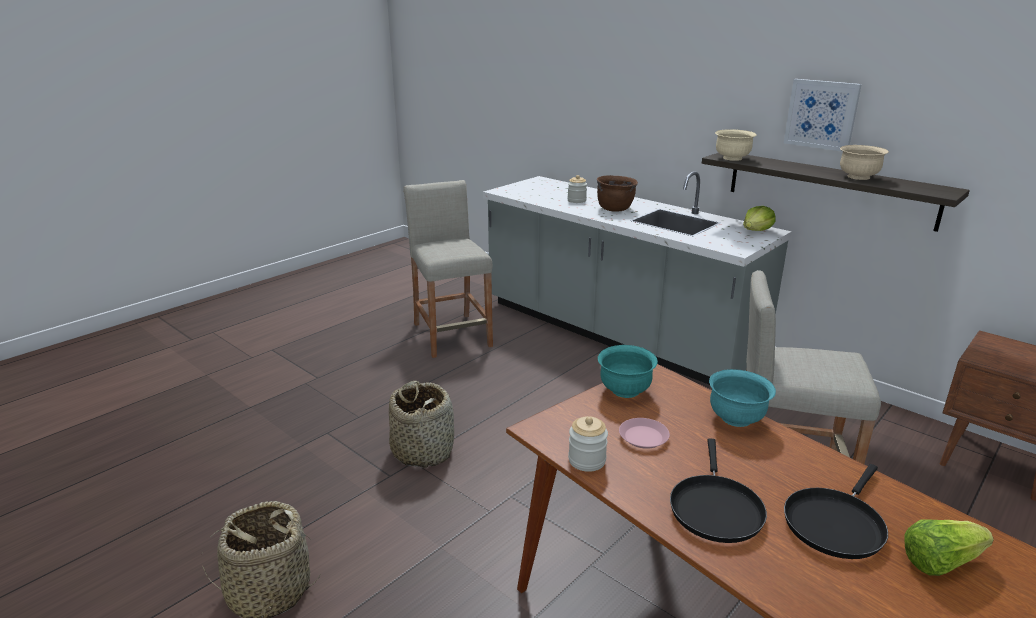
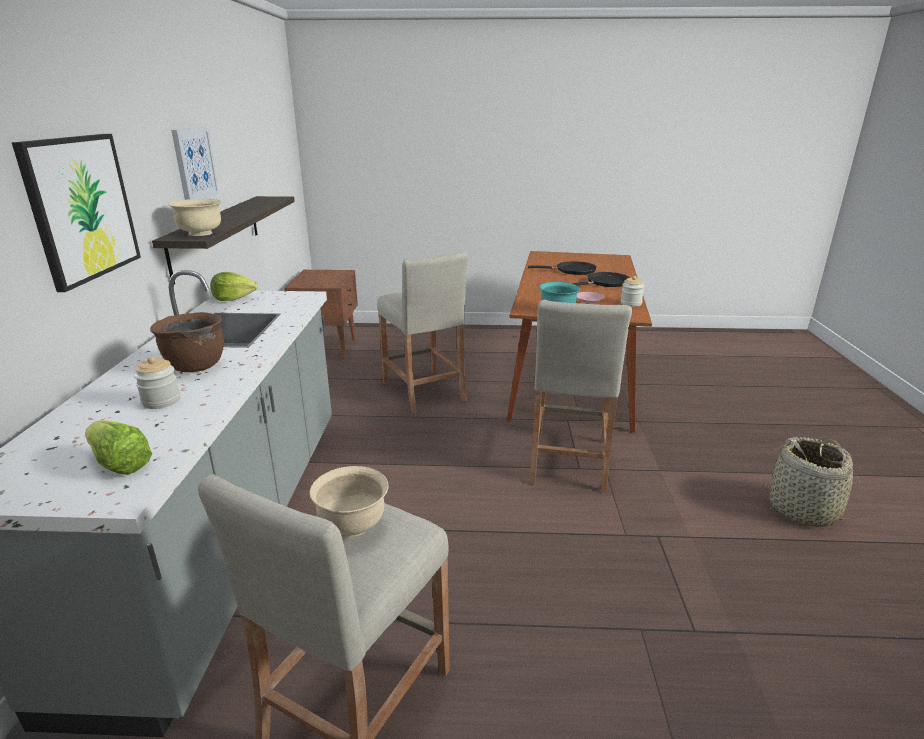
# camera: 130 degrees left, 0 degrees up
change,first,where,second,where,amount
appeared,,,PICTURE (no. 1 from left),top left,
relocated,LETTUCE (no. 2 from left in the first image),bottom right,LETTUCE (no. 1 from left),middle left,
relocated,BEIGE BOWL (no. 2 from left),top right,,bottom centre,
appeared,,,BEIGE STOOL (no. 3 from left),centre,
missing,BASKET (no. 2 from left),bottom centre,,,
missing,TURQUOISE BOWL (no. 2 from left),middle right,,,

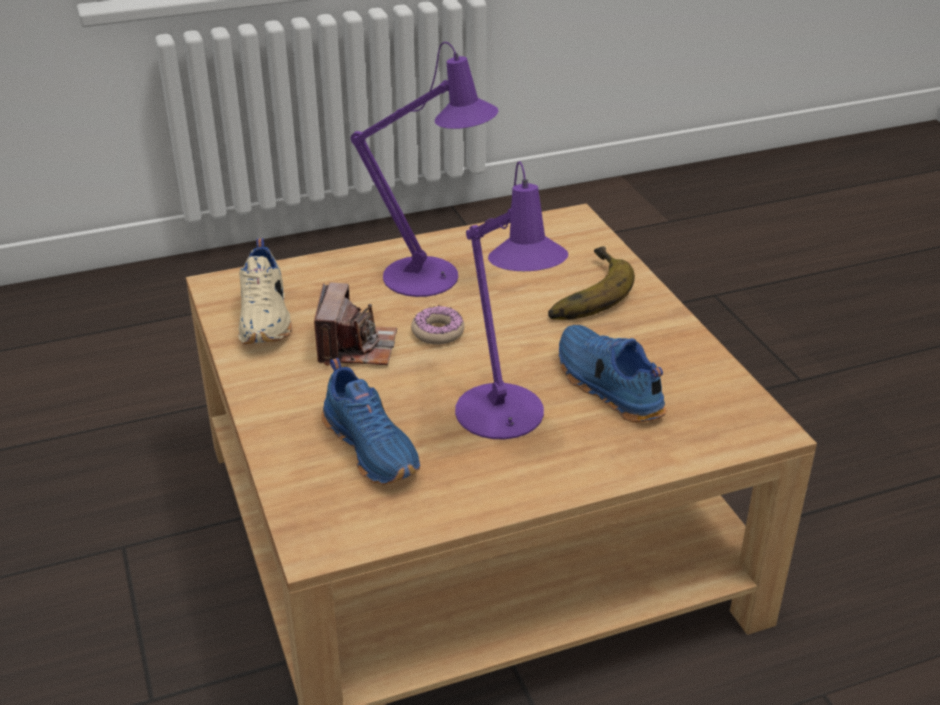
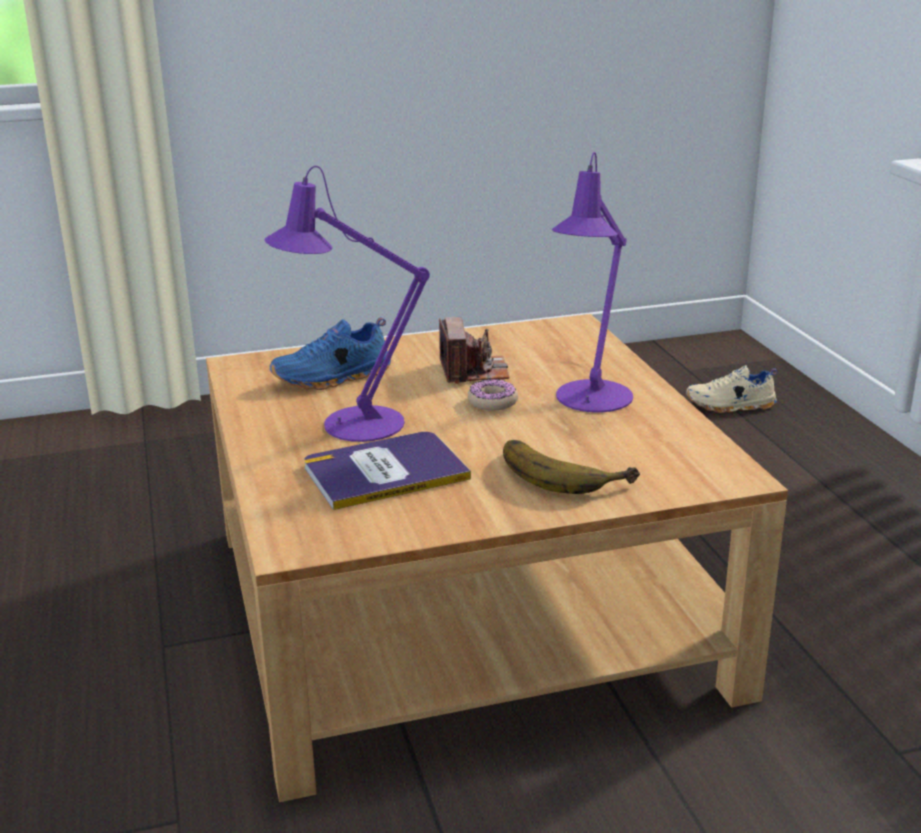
# camera: 95 degrees right, 10 degrees down
change,first,where,second,where,amount
exchanged,BLUE SHOE (no. 2 from left),centre,BOOK,centre,
spun,PHOTO CAMERA,centre,,centre,105 degrees counterclockwise
relocated,BEIGE SHOE,middle left,,middle right,

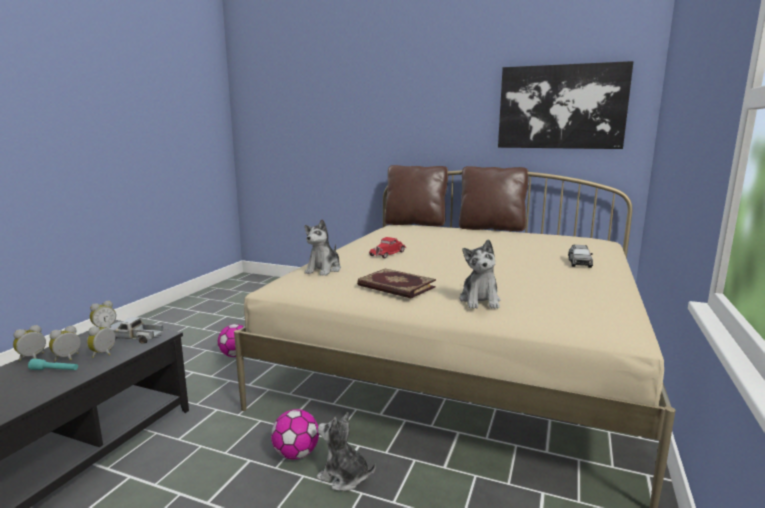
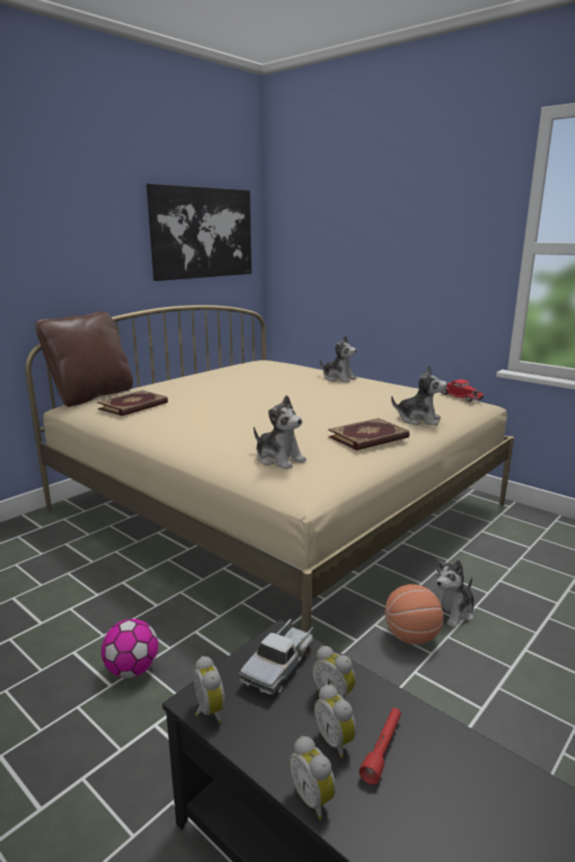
# camera: 70 degrees left, 5 degrees up
change,first,where,second,where,amount
appeared,,,BOOK (no. 1 from left),middle left,
exchanged,GREY TOY CAR,middle right,PLUSH TOY (no. 2 from left),centre,
colour,TURQUOISE FLASHLIGHT,bottom left,RED FLASHLIGHT,bottom centre,
exchanged,FOOTBALL (no. 2 from left),bottom centre,BASKETBALL,bottom right,
relocated,RED TOY CAR,centre,,middle right,
missing,BROWN PILLOW (no. 2 from left),centre,,,

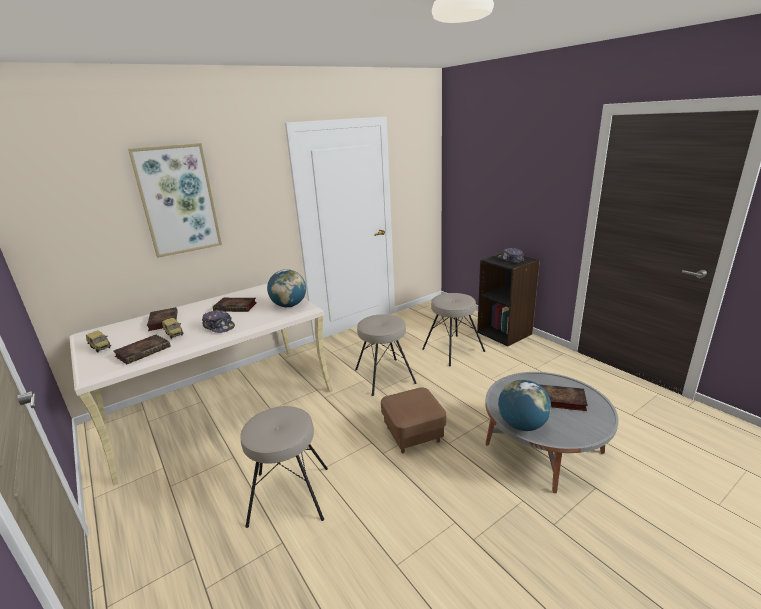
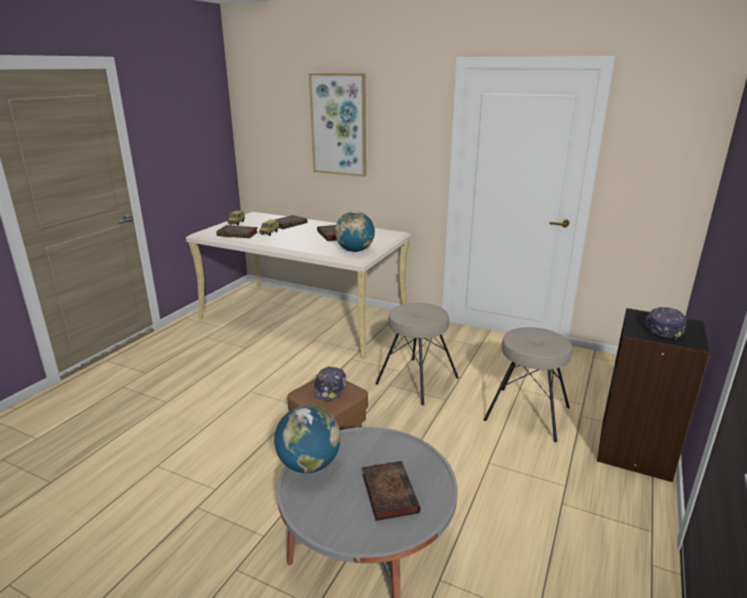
# camera: 60 degrees right, 0 degrees up
change,first,where,second,where,amount
relocated,CAP (no. 1 from left),middle left,,centre,
missing,BEIGE STOOL (no. 1 from left),bottom centre,,,

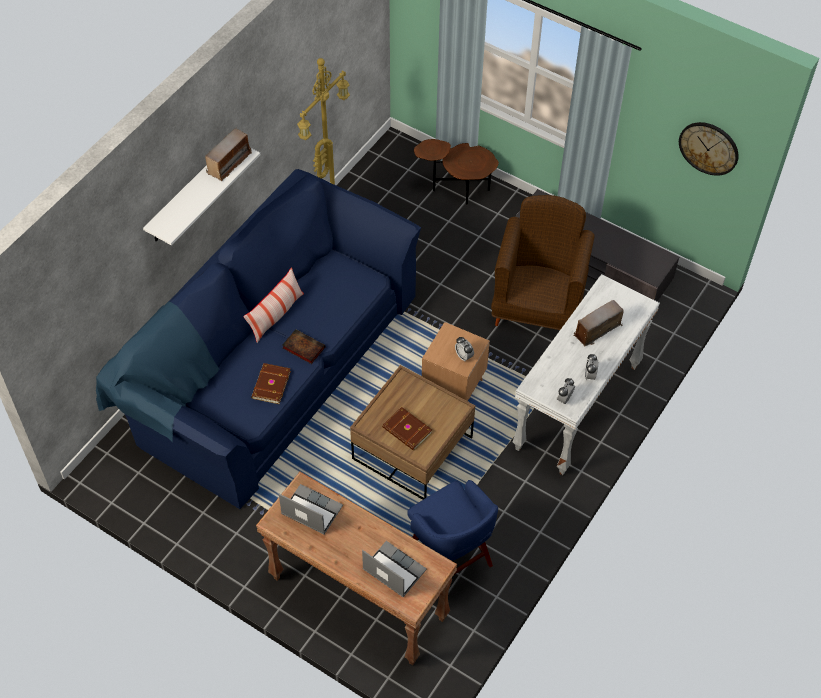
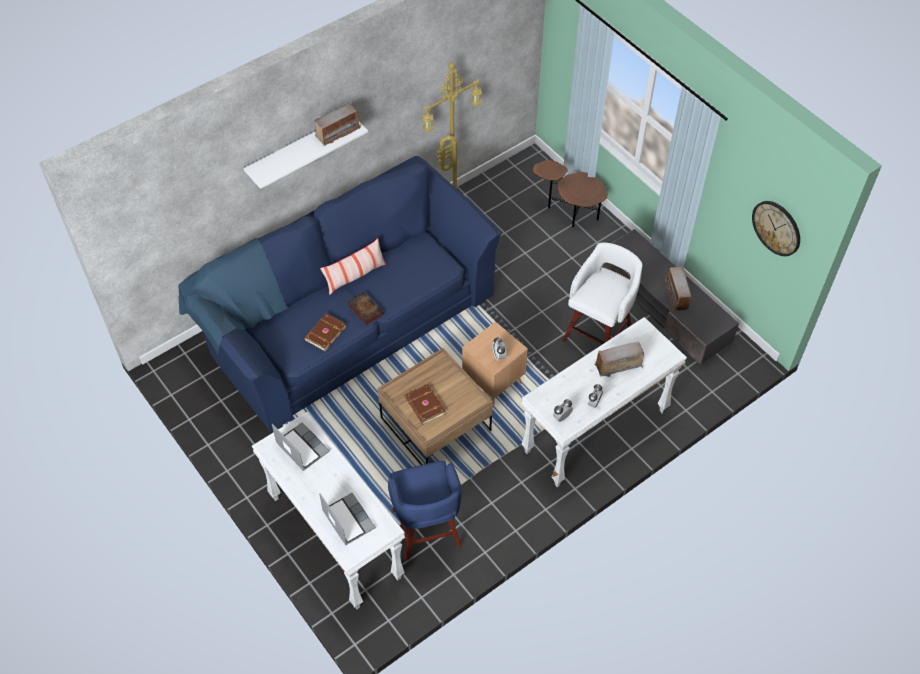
# camera: 20 degrees right, 0 degrees up
change,first,where,second,where,amount
colour,BROWN CONSOLE TABLE,bottom centre,WHITE CONSOLE TABLE (no. 1 from left),bottom centre,
exchanged,BROWN ARMCHAIR,centre,WHITE STOOL,centre,
appeared,,,RADIO (no. 3 from left),middle right,

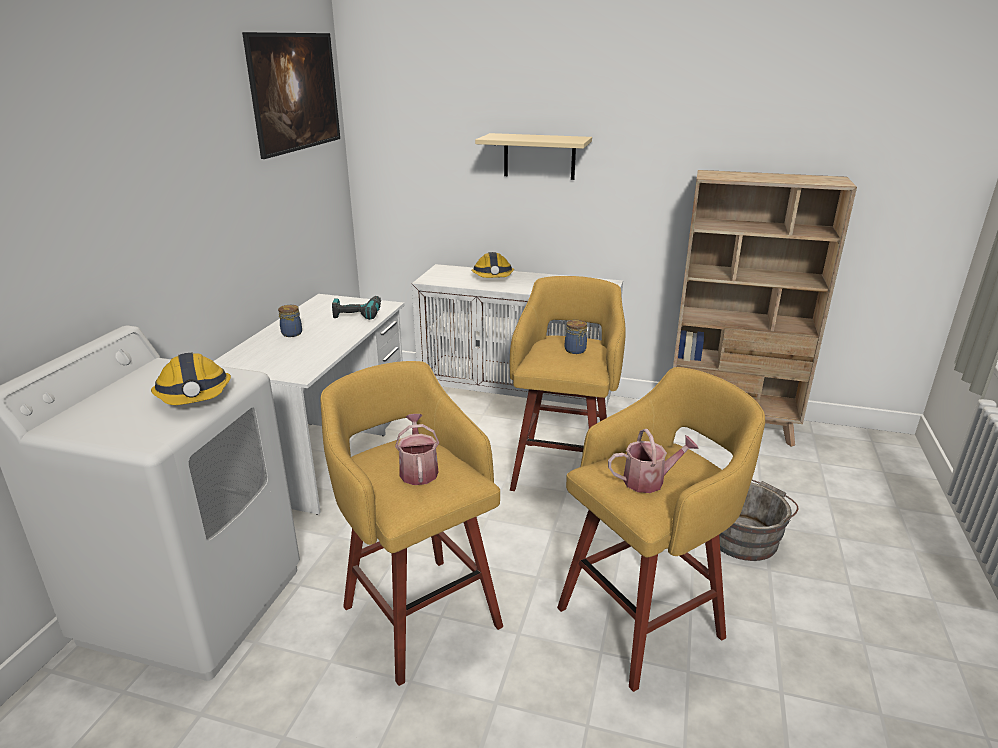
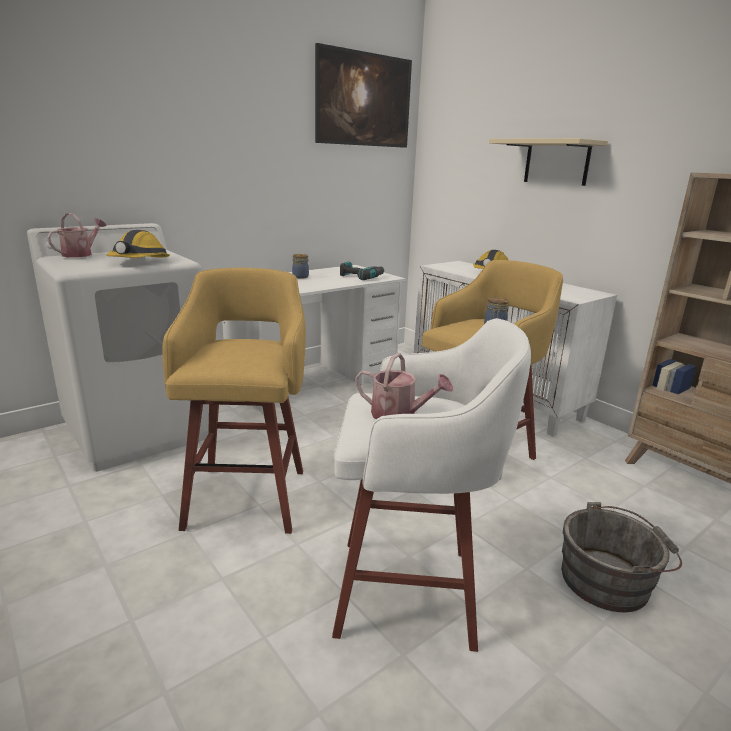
# camera: 35 degrees right, 5 degrees down
change,first,where,second,where,amount
relocated,WATERING CAN (no. 1 from left),centre,,top left,
colour,YELLOW STOOL (no. 3 from left),bottom centre,WHITE STOOL,centre,

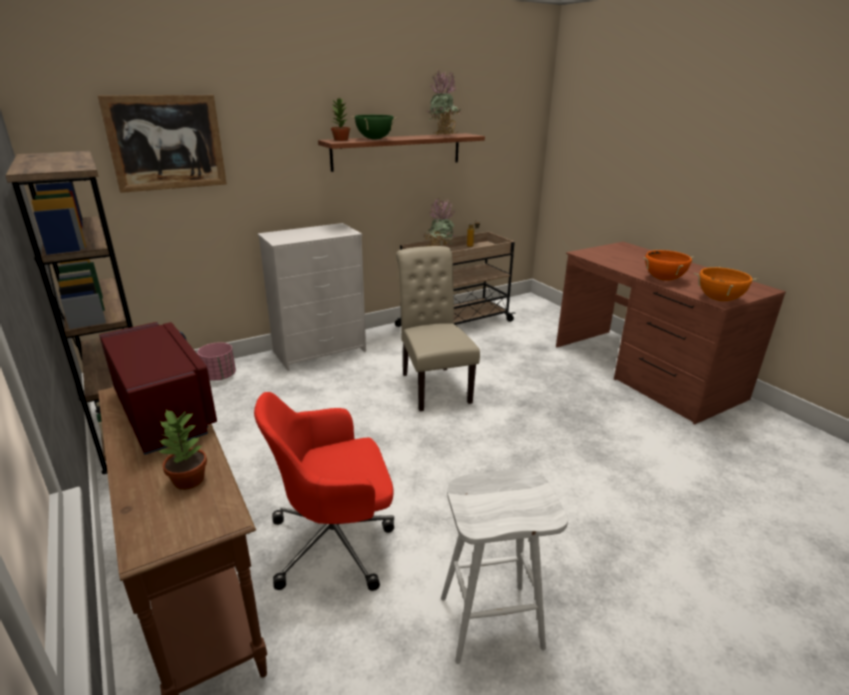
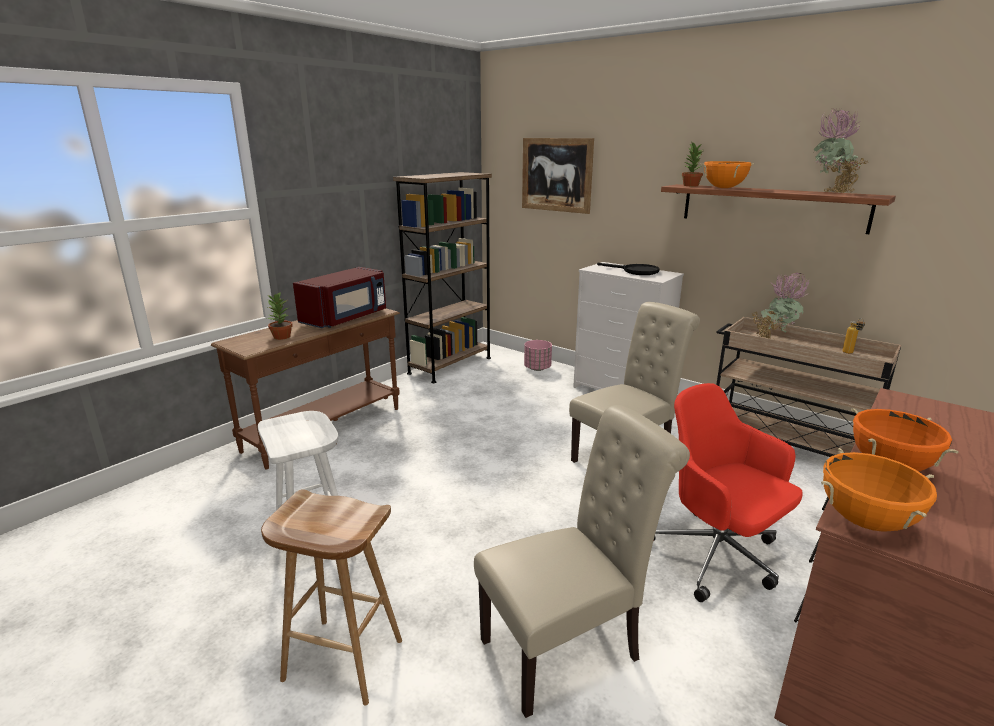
# camera: 70 degrees right, 5 degrees down
change,first,where,second,where,amount
appeared,,,BROWN STOOL,bottom left,
appeared,,,BEIGE CHAIR (no. 1 from left),bottom centre,
appeared,,,BLACK FRYING PAN,centre,
relocated,RED OFFICE CHAIR,bottom centre,,bottom right,
colour,GREEN COOKING POT,top centre,ORANGE COOKING POT (no. 1 from left),top right,

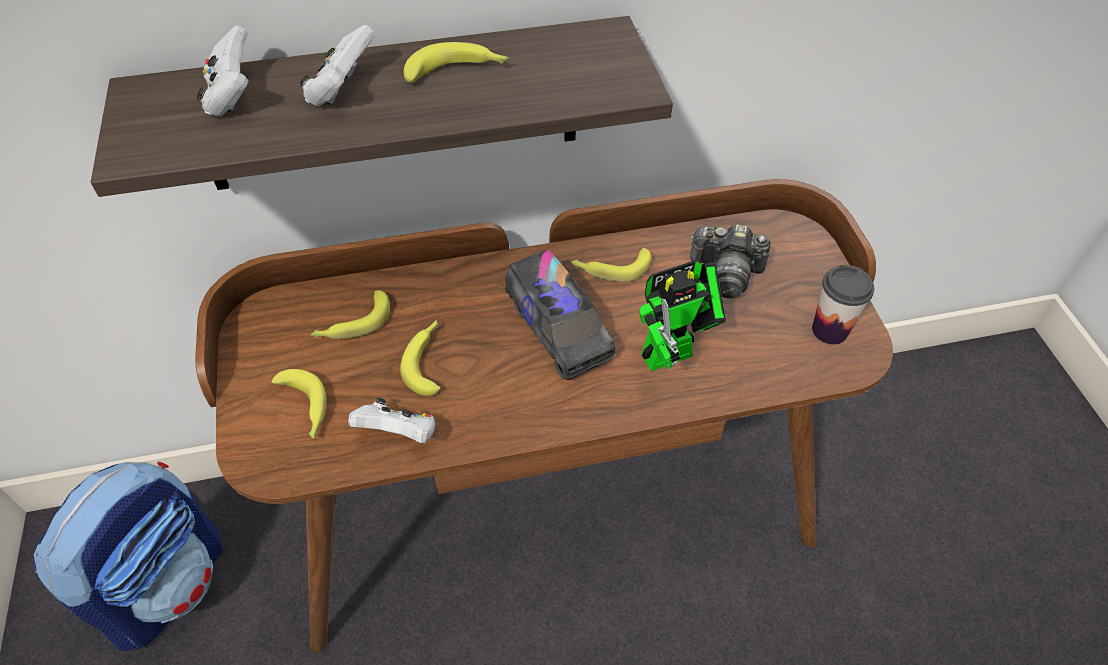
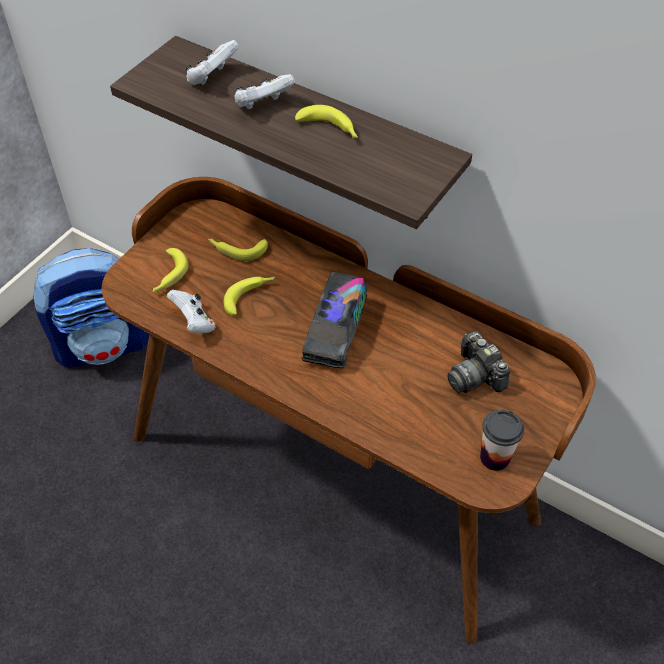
# camera: 45 degrees right, 0 degrees up
change,first,where,second,where,amount
missing,BANANA (no. 5 from left),centre,,,
missing,TOY ROBOT,centre,,,

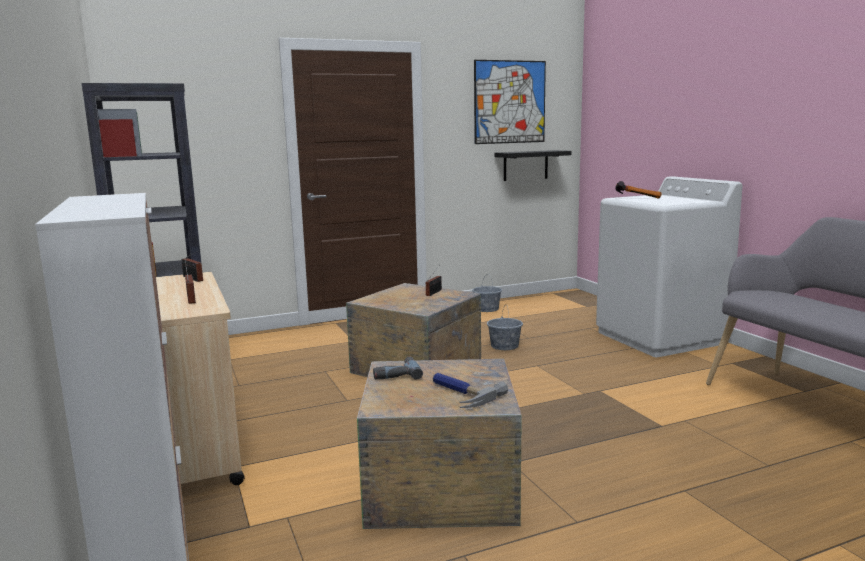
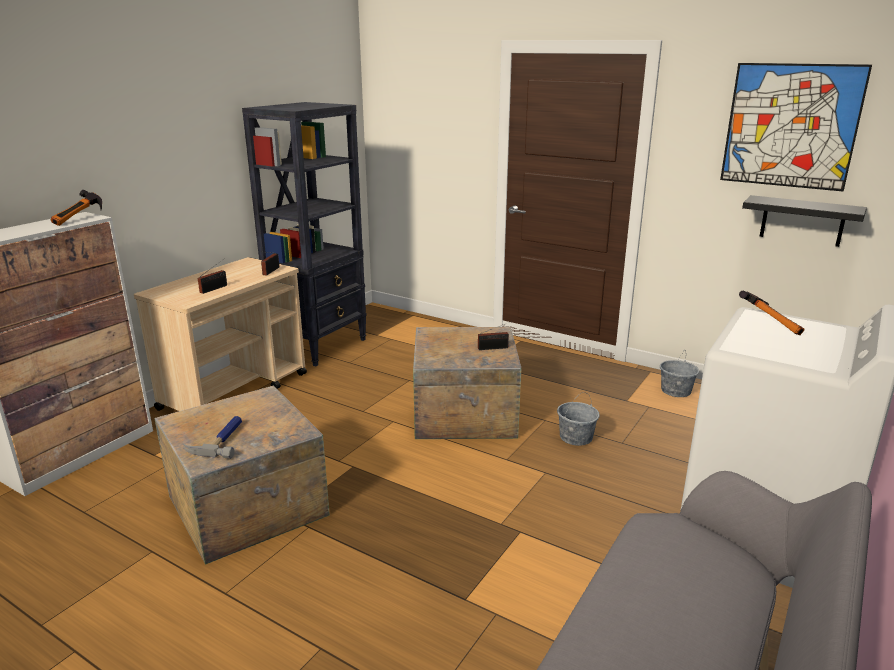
# camera: 55 degrees right, 10 degrees up
change,first,where,second,where,amount
appeared,,,HAMMER (no. 1 from left),top left,
missing,POWER DRILL,centre,,,

